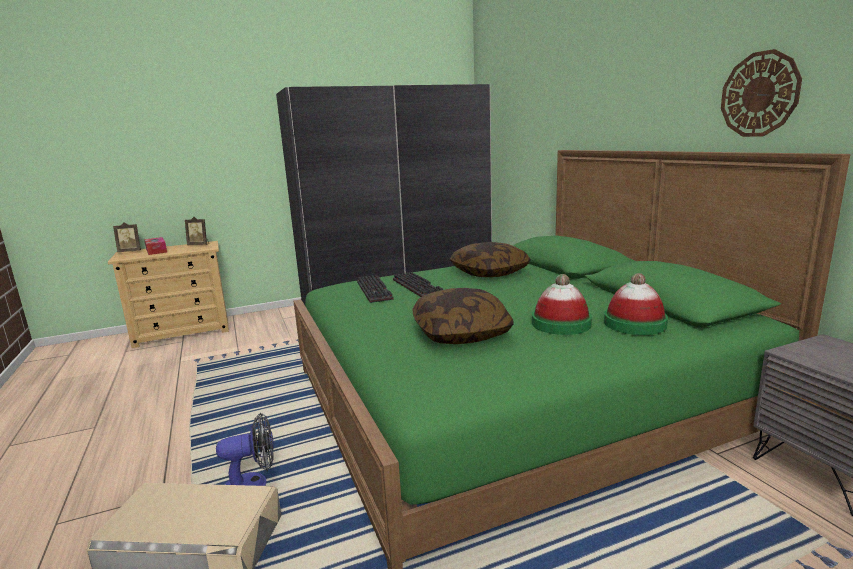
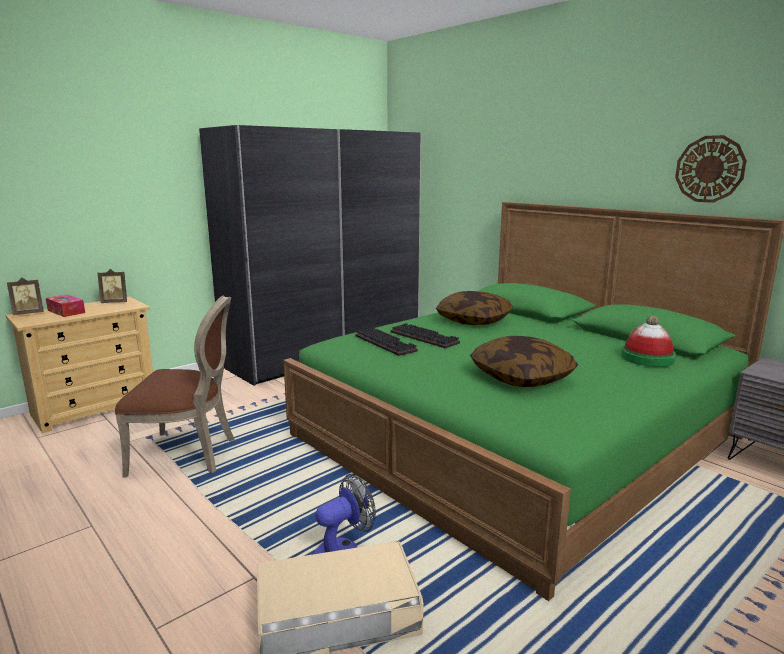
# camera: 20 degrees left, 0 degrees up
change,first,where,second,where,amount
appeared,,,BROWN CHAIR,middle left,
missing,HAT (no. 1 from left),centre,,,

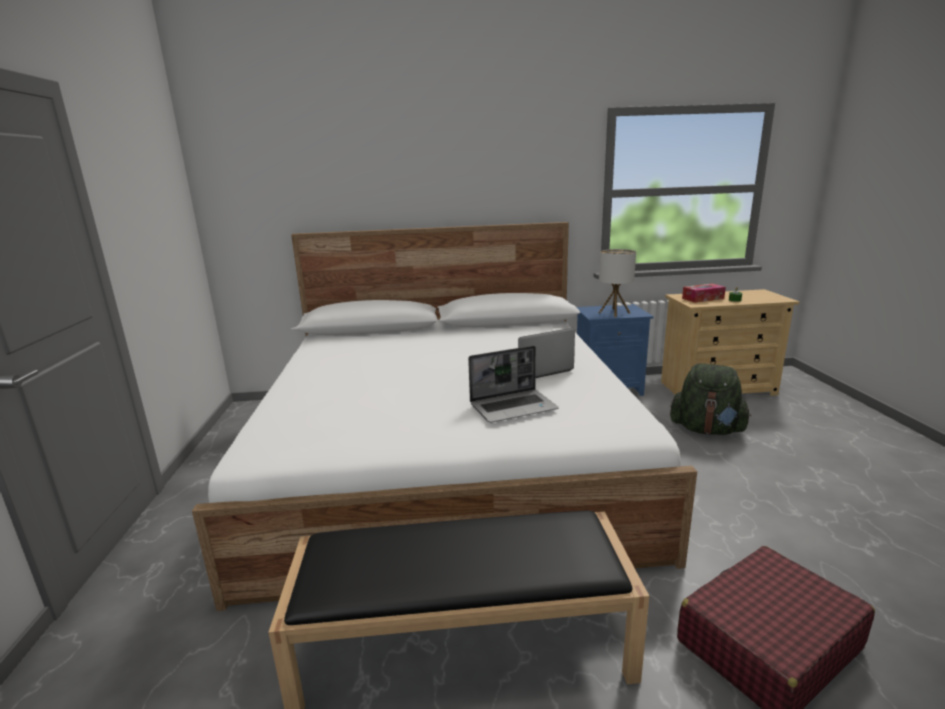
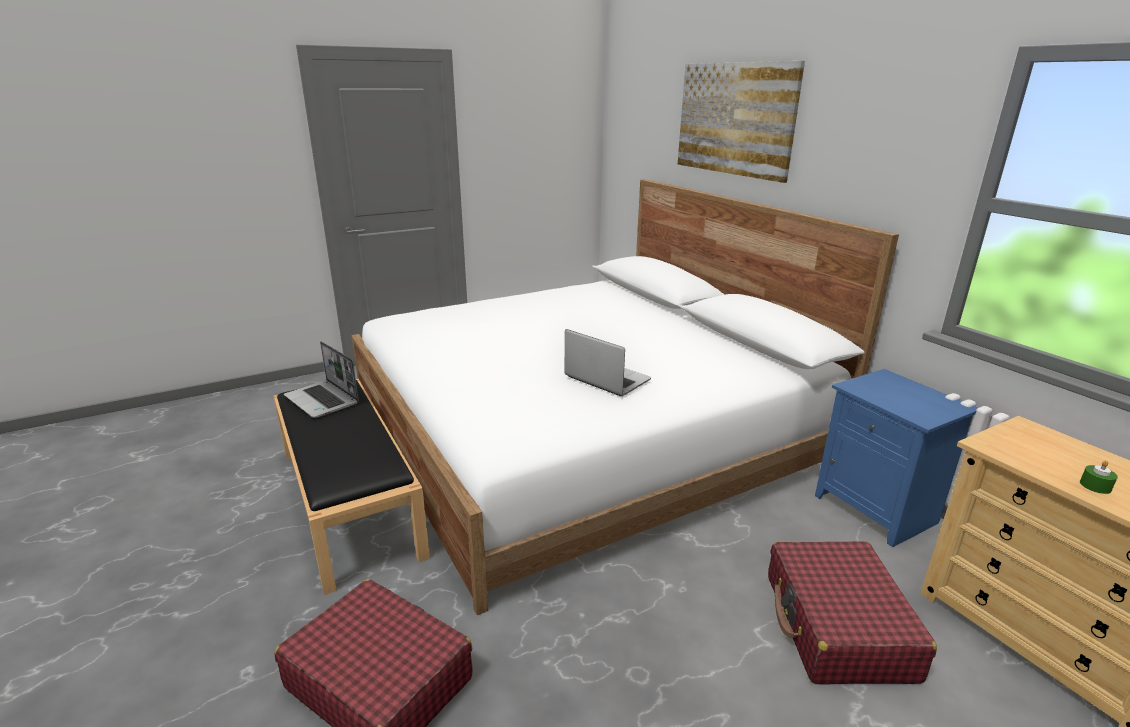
# camera: 65 degrees right, 5 degrees up
change,first,where,second,where,amount
relocated,LAPTOP (no. 1 from left),centre,,middle left,
appeared,,,PICTURE,top centre,
exchanged,GREEN BACKPACK,middle right,RED SUITCASE (no. 2 from left),bottom right,
missing,TABLE LAMP,centre,,,
missing,TISSUE BOX,middle right,,,

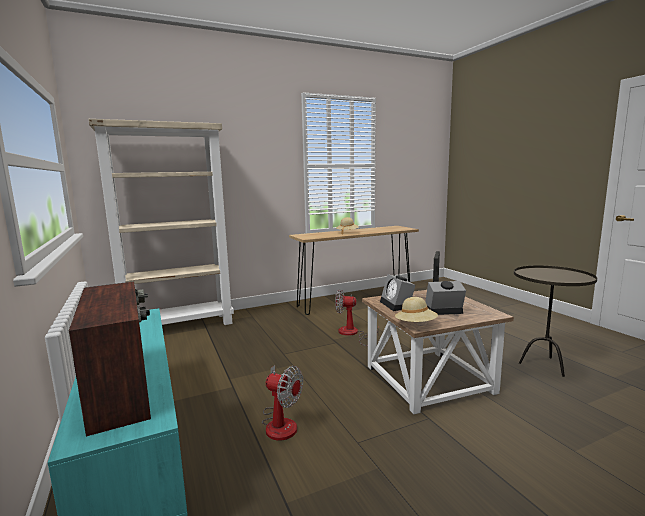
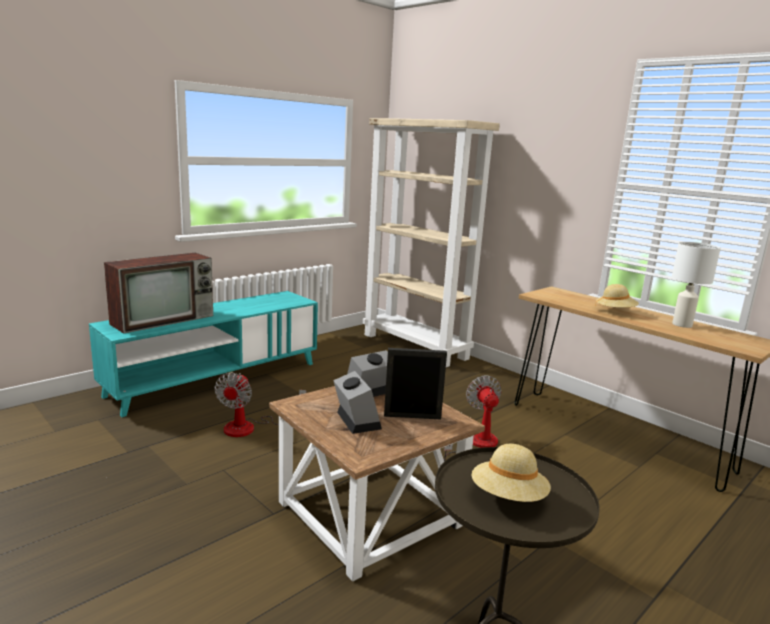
# camera: 70 degrees right, 5 degrees up
change,first,where,second,where,amount
relocated,BEIGE HAT (no. 2 from left in the first image),centre,BEIGE HAT (no. 1 from left),bottom centre,
appeared,,,WHITE TABLE LAMP,middle right,

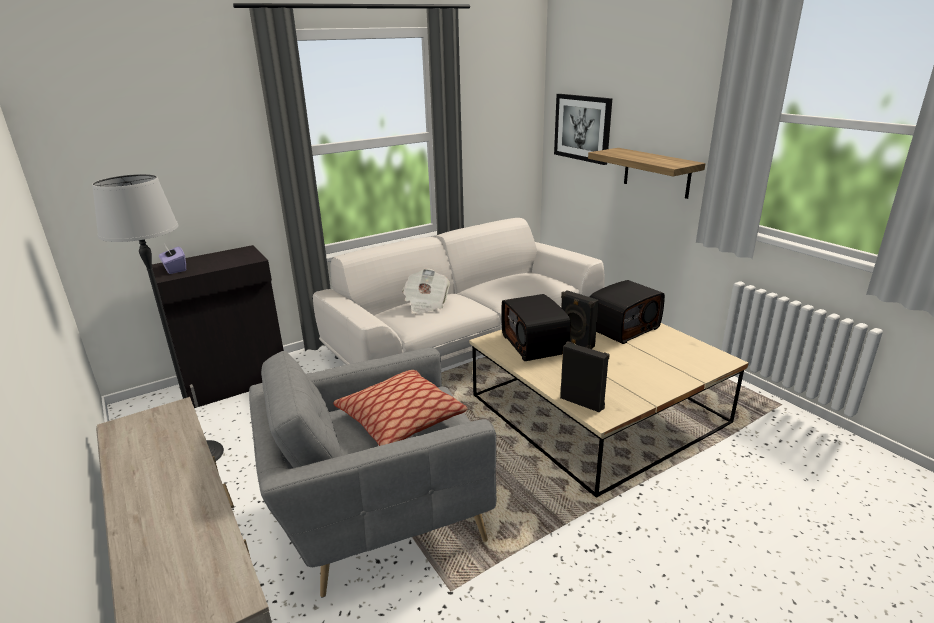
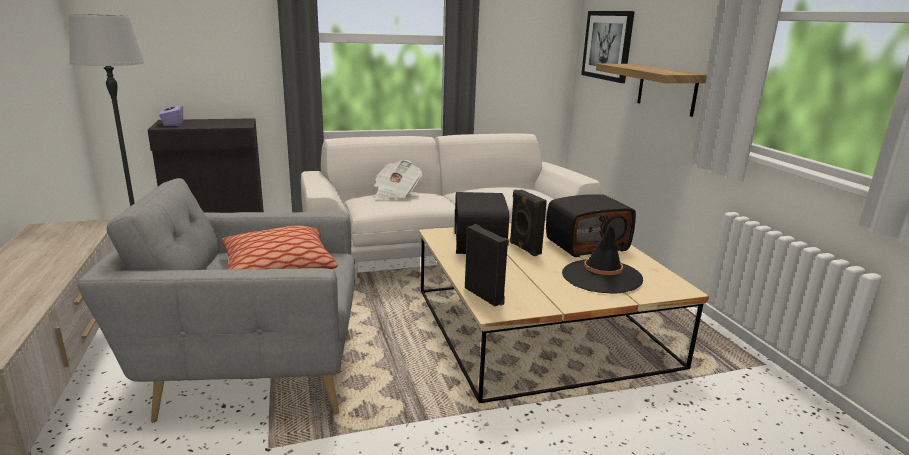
# camera: 15 degrees right, 5 degrees down
change,first,where,second,where,amount
appeared,,,BLACK HAT,centre,

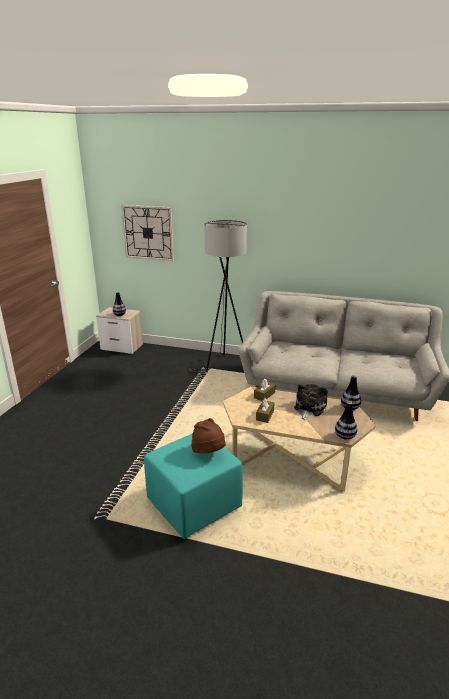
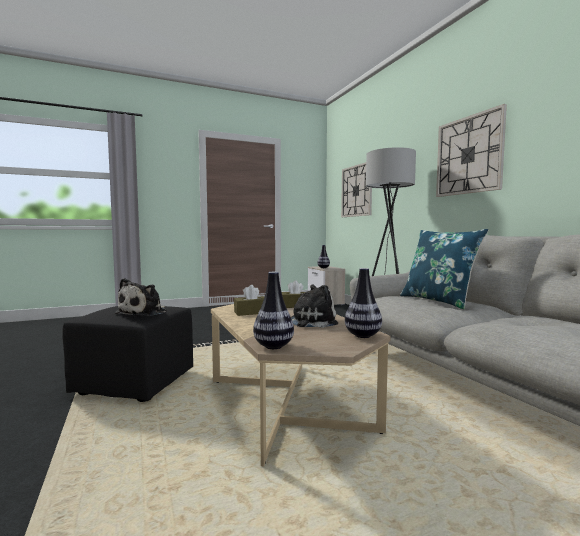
# camera: 50 degrees right, 20 degrees down
change,first,where,second,where,amount
colour,TURQUOISE OTTOMAN,bottom centre,BLACK OTTOMAN,middle left,
exchanged,BROWN HAT,centre,PLUSH TOY (no. 1 from left),middle left,
appeared,,,BLUE PILLOW,middle right,
appeared,,,WALL CLOCK (no. 2 from left),top right,

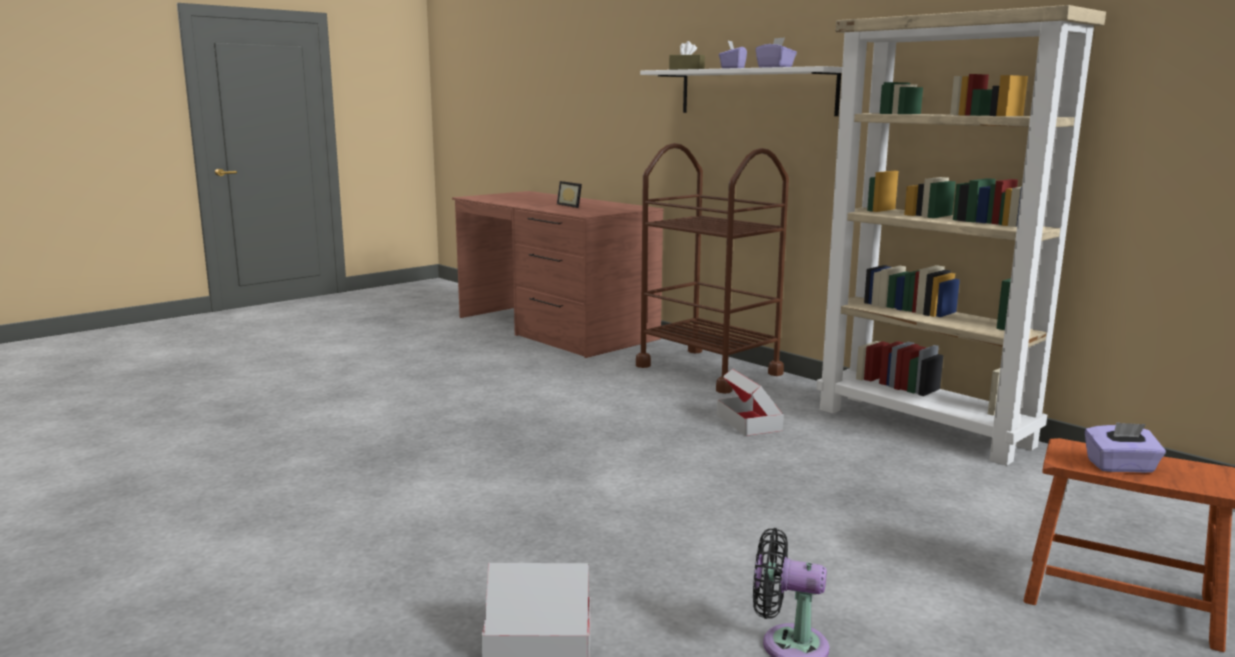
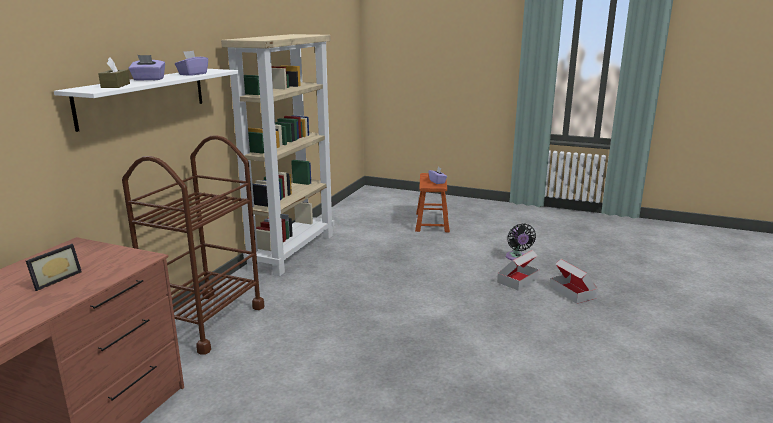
# camera: 115 degrees left, 5 degrees up
change,first,where,second,where,amount
relocated,CARDBOARD BOX (no. 2 from left in the first image),centre,CARDBOARD BOX (no. 1 from left),middle right,

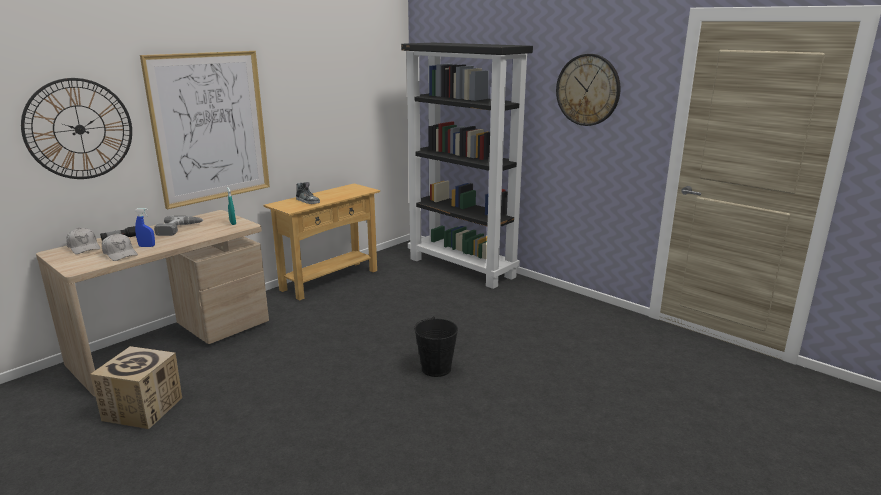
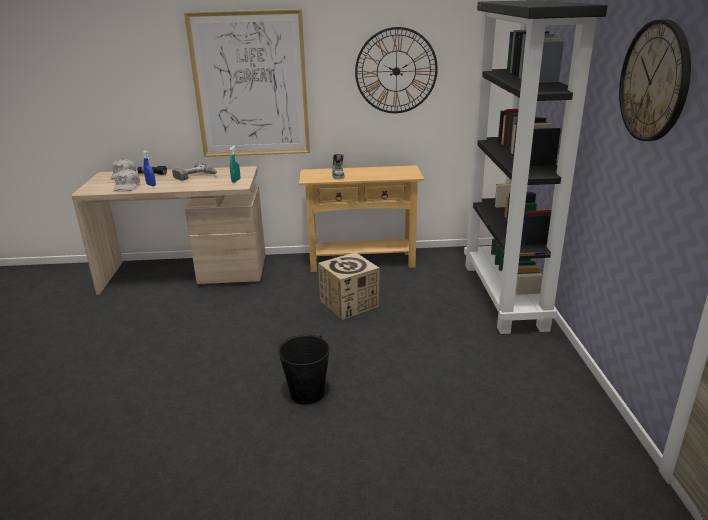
# camera: 45 degrees right, 5 degrees up
change,first,where,second,where,amount
relocated,CARDBOARD BOX,bottom left,,centre,
relocated,WALL CLOCK (no. 1 from left),top left,,top centre,

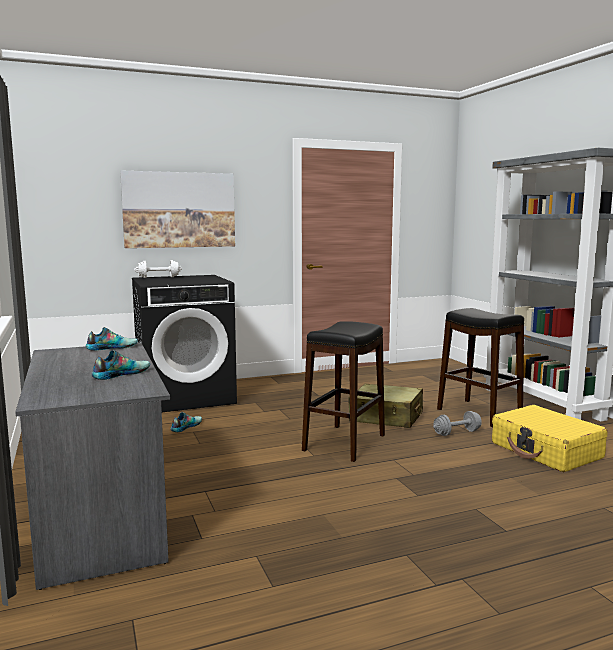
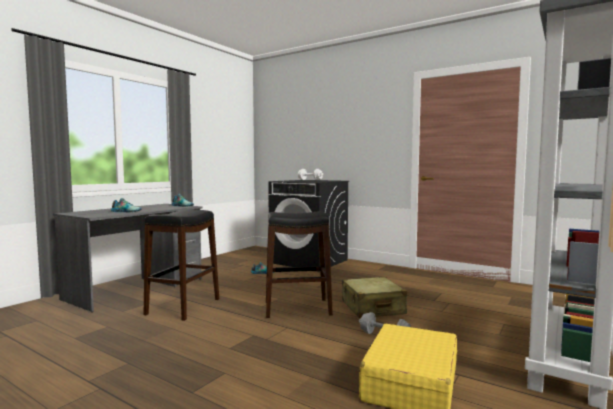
# camera: 55 degrees right, 5 degrees down
change,first,where,second,where,amount
relocated,BLACK STOOL (no. 2 from left in the first image),middle right,BLACK STOOL (no. 1 from left),middle left,
missing,PICTURE,top left,,,

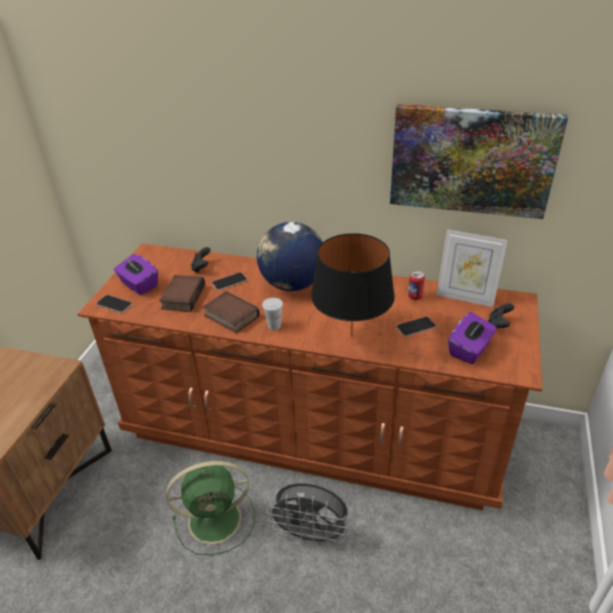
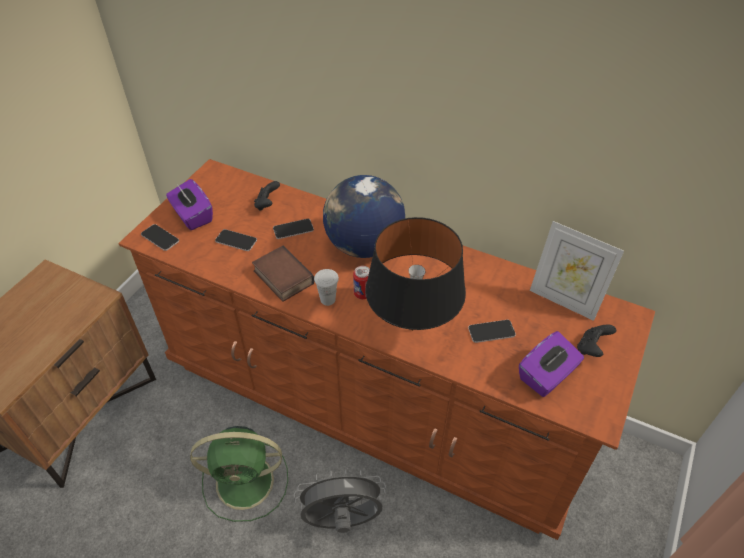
# camera: 10 degrees right, 10 degrees up
change,first,where,second,where,amount
exchanged,BOOK (no. 1 from left),middle left,PHONE (no. 2 from left),middle left,
spun,GREY FAN,bottom centre,,bottom centre,150 degrees clockwise
relocated,CAN,middle right,,centre,
missing,PICTURE,top right,,,

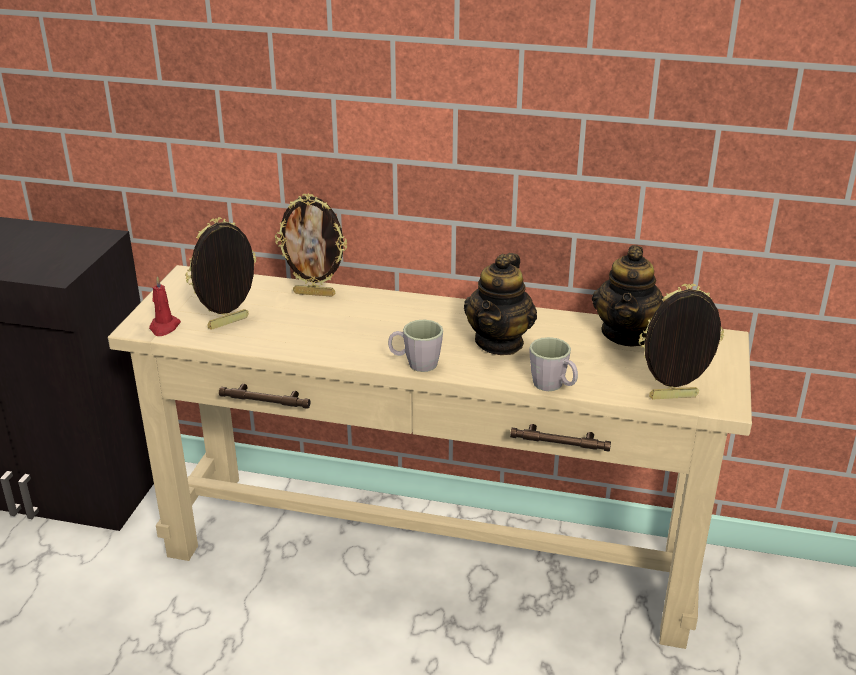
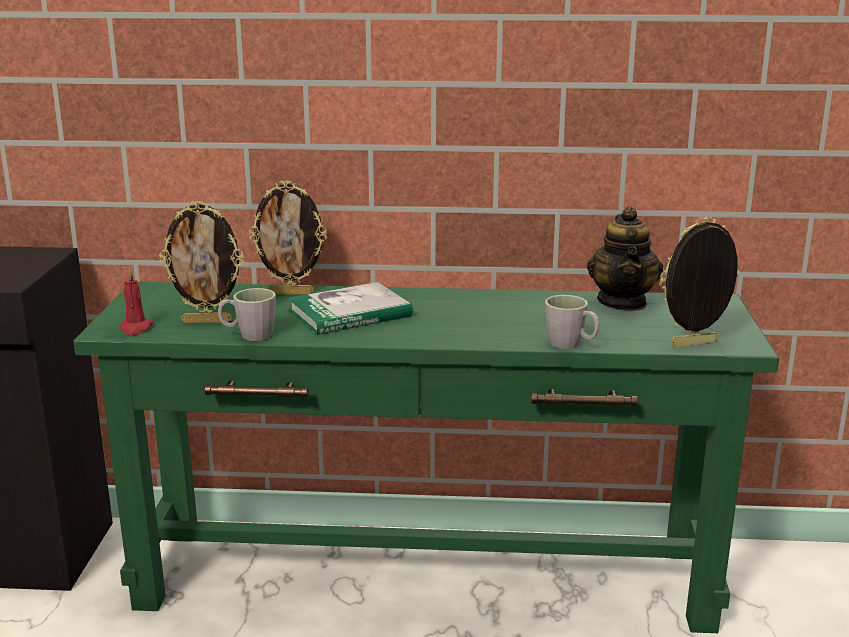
# camera: 10 degrees left, 10 degrees down
change,first,where,second,where,amount
colour,BEIGE CONSOLE TABLE,bottom centre,GREEN CONSOLE TABLE,bottom centre,
spun,PICTURE FRAME (no. 1 from left),middle left,,middle left,135 degrees counterclockwise
relocated,GREY MUG (no. 1 from left),centre,,middle left,
appeared,,,BOOK,centre,
missing,TEAPOT (no. 1 from left),centre,,,

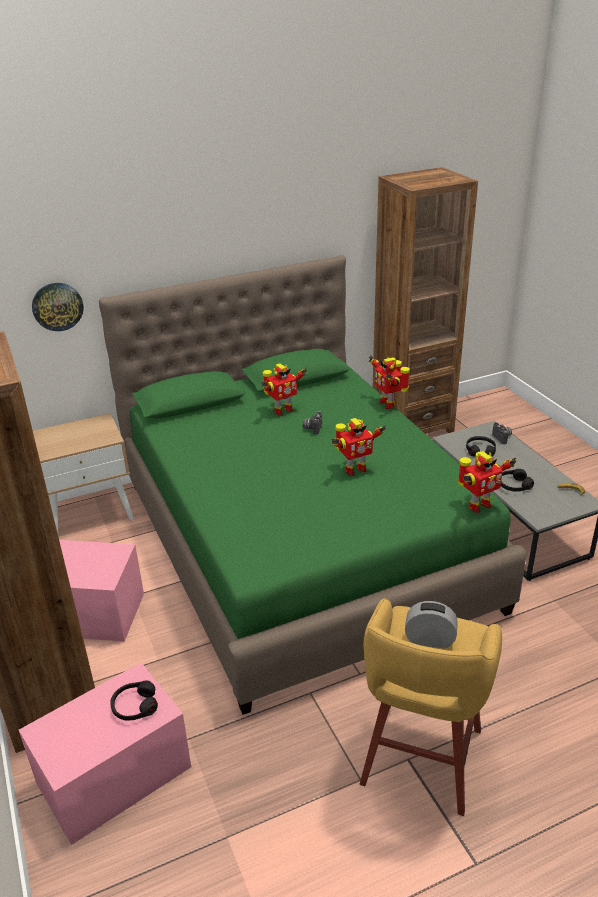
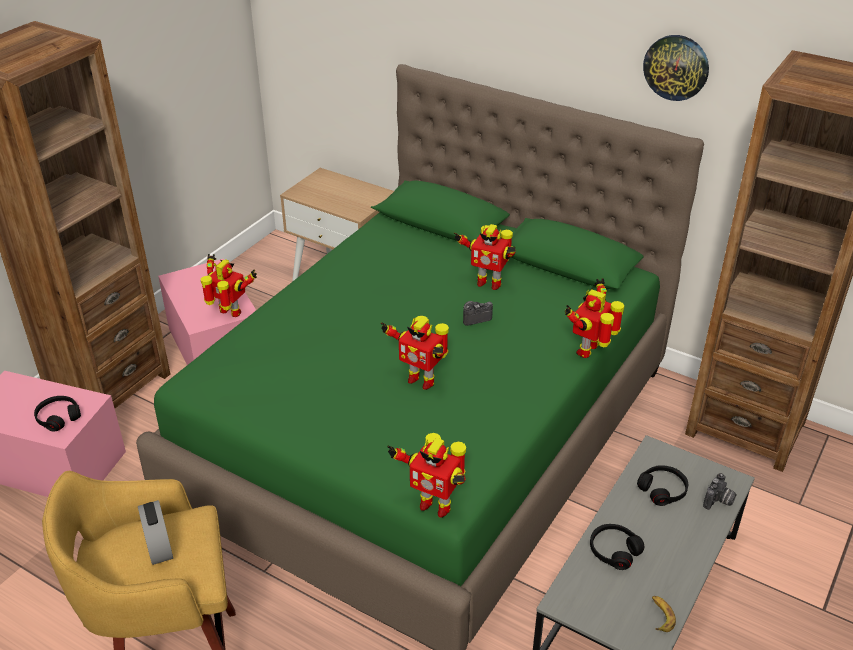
# camera: 55 degrees right, 5 degrees up
change,first,where,second,where,amount
appeared,,,TOY ROBOT (no. 1 from left),middle left,
relocated,WALL CLOCK,middle left,,top right,

